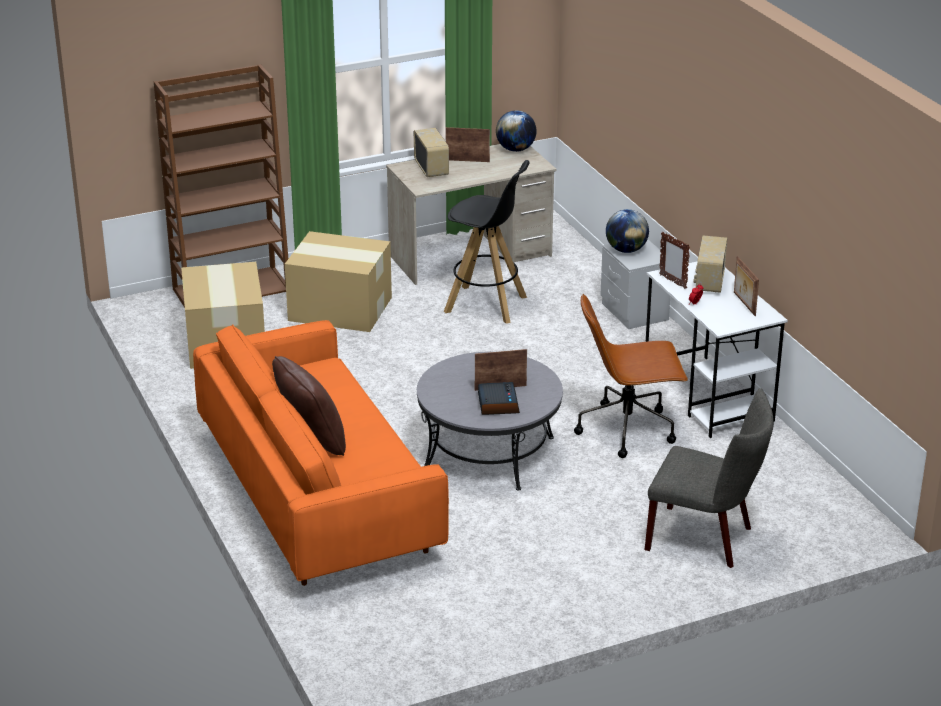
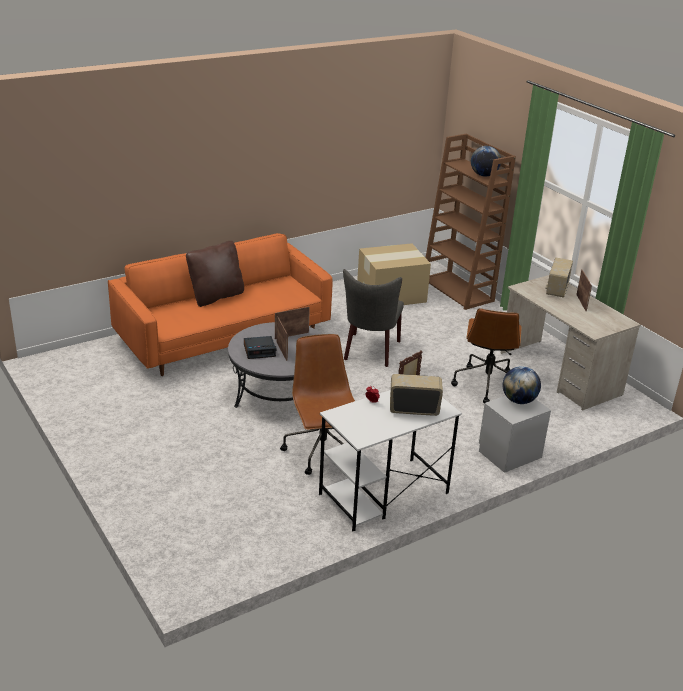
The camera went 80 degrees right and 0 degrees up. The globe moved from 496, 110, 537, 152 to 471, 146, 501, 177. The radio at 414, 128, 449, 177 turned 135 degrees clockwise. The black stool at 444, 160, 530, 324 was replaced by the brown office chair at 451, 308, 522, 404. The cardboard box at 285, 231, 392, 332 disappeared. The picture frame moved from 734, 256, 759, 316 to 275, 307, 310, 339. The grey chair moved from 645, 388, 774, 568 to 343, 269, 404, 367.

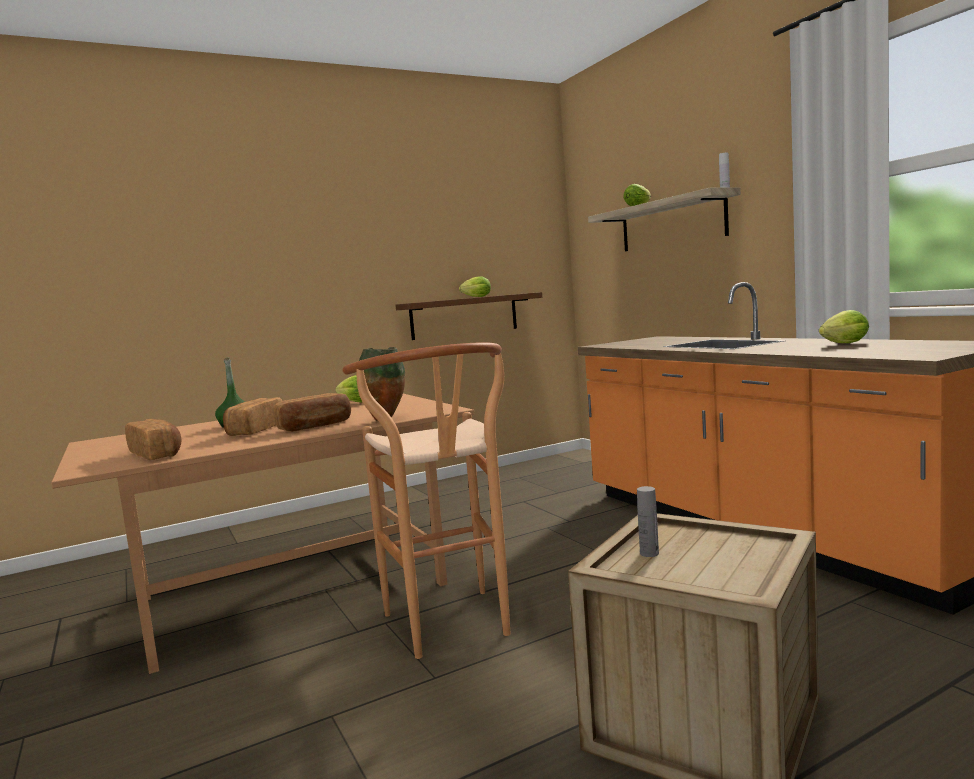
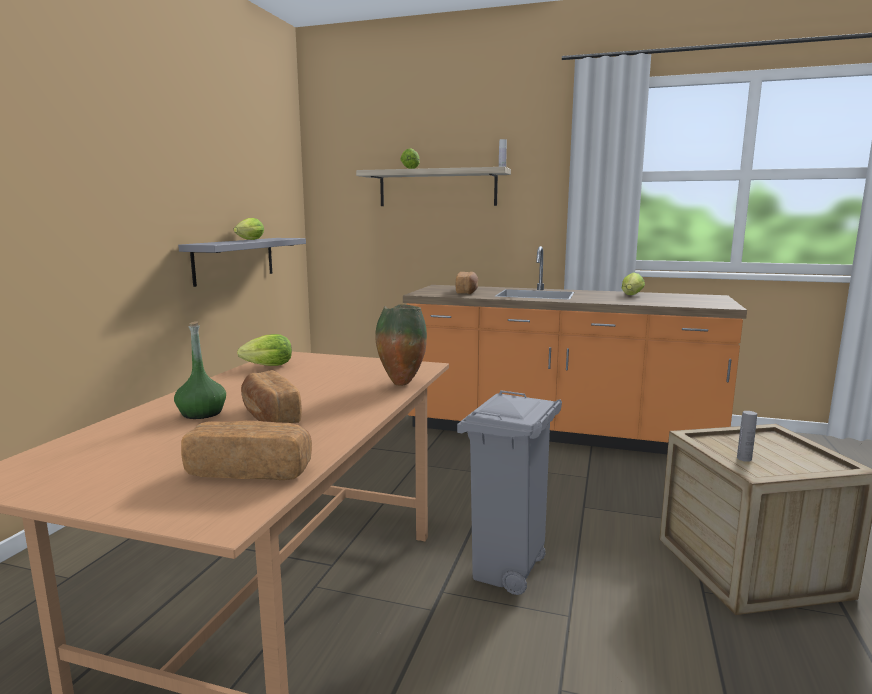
The camera went 45 degrees left and 5 degrees up. The brown shelf at 395, 292, 542, 340 became the grey shelf at 178, 238, 306, 287. The brown stool at 343, 342, 510, 659 was replaced by the grey trash can at 457, 390, 562, 595. The bread moved from 274, 393, 351, 432 to 455, 272, 478, 294.

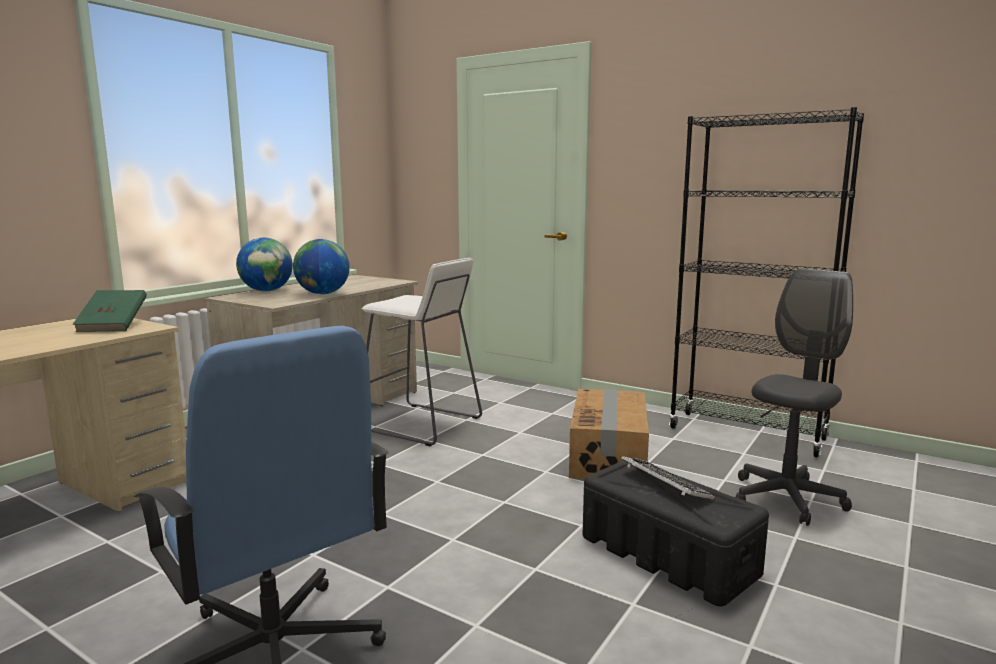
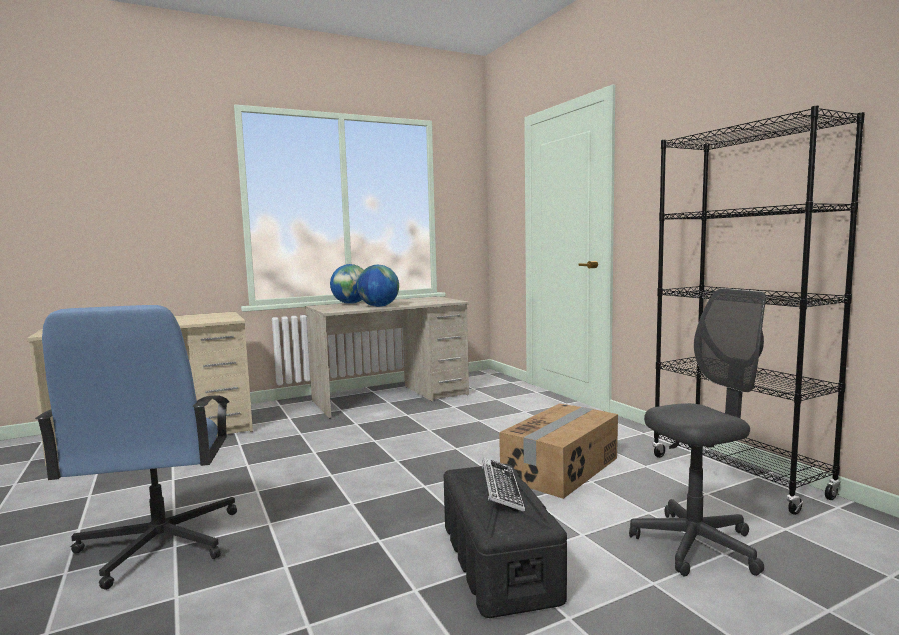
The camera went 30 degrees right and 5 degrees down. The white stool at 362, 258, 482, 446 disappeared. The green book at 73, 290, 147, 332 disappeared.

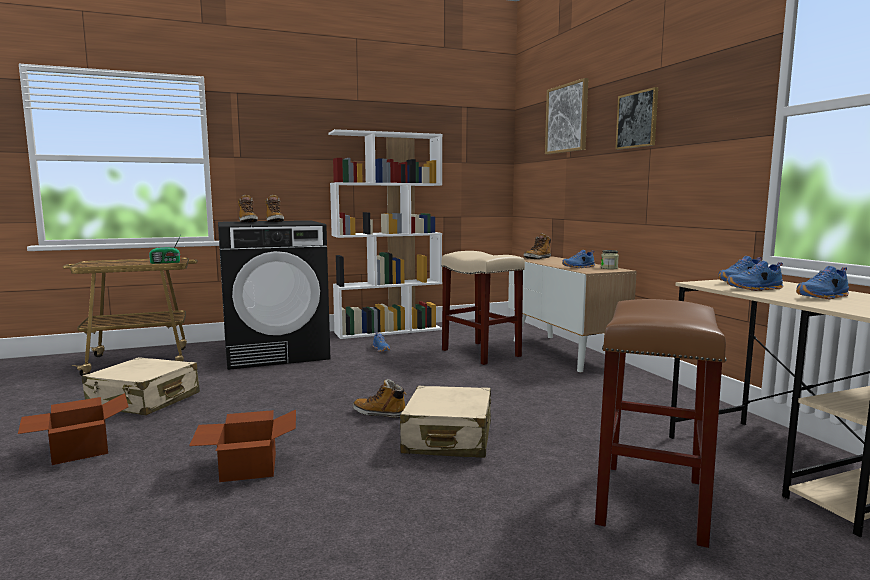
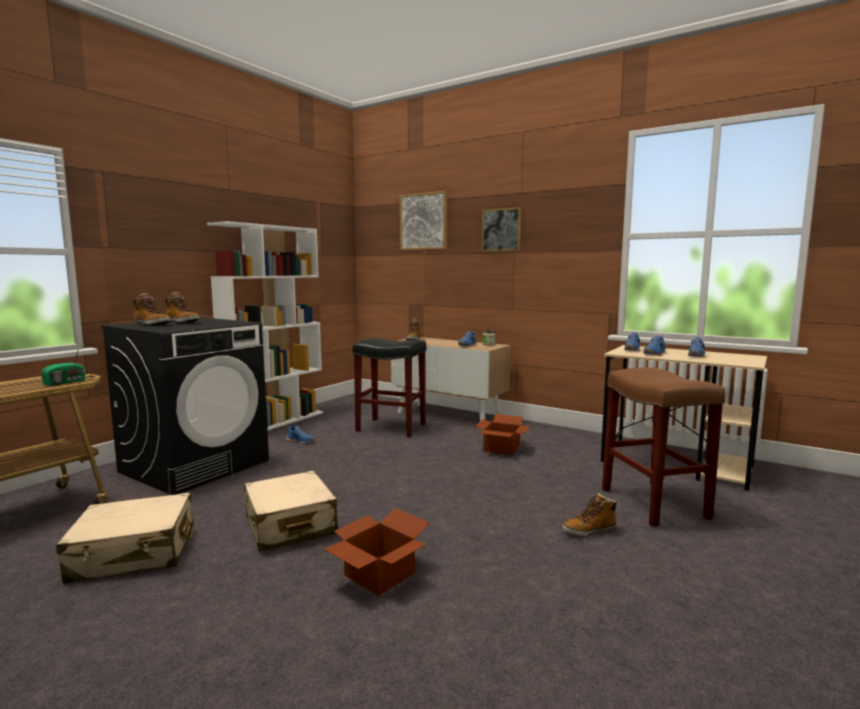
The camera went 35 degrees left and 0 degrees up. The beige stool at 442, 251, 525, 365 became the black stool at 353, 338, 426, 437. The boot moved from 353, 379, 406, 418 to 562, 493, 617, 536. The beige suitcase moved from 400, 386, 491, 458 to 244, 471, 338, 552. The cardboard box moved from 18, 393, 128, 465 to 475, 414, 530, 455.

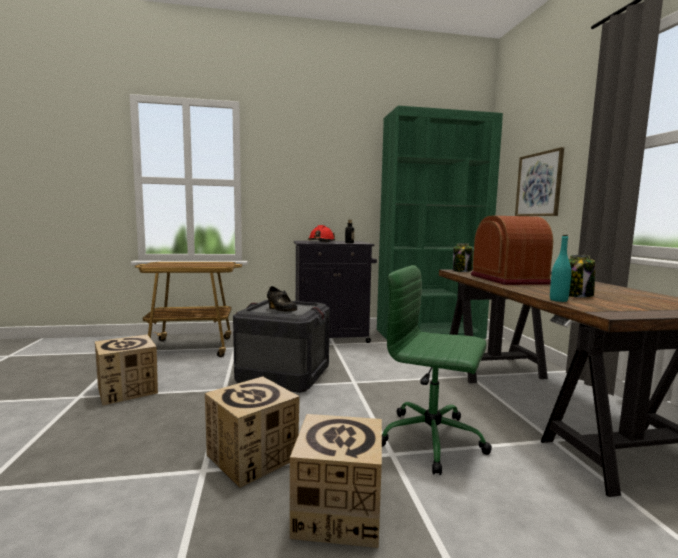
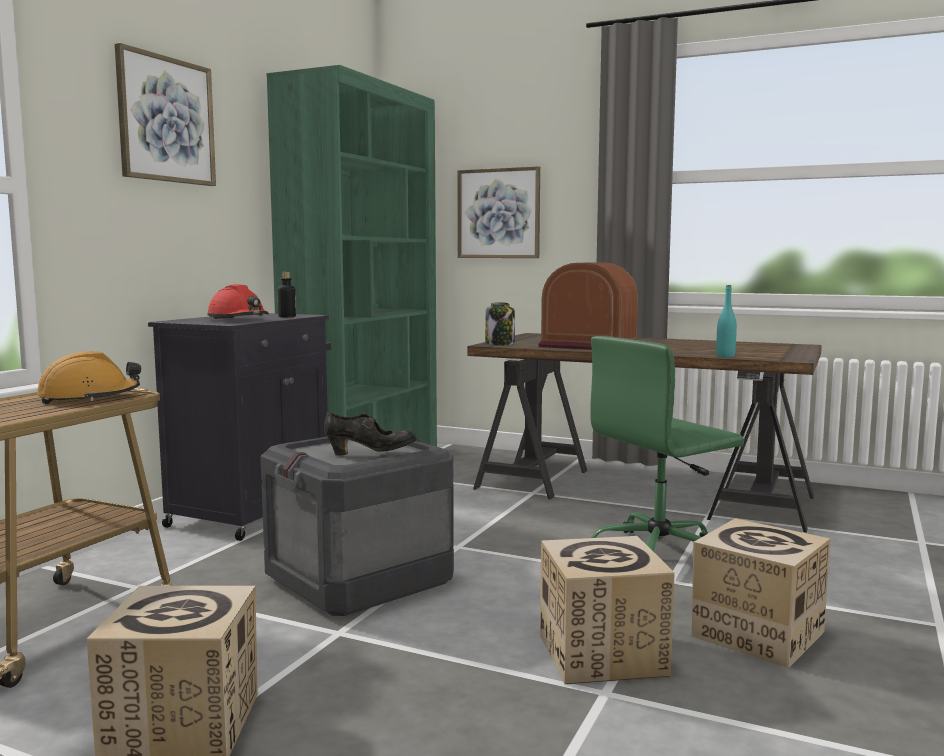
The camera went 55 degrees left and 0 degrees up. The jar at 569, 255, 595, 298 disappeared. The picture at 115, 43, 216, 186 appeared. The orange hard hat at 37, 351, 141, 404 appeared.

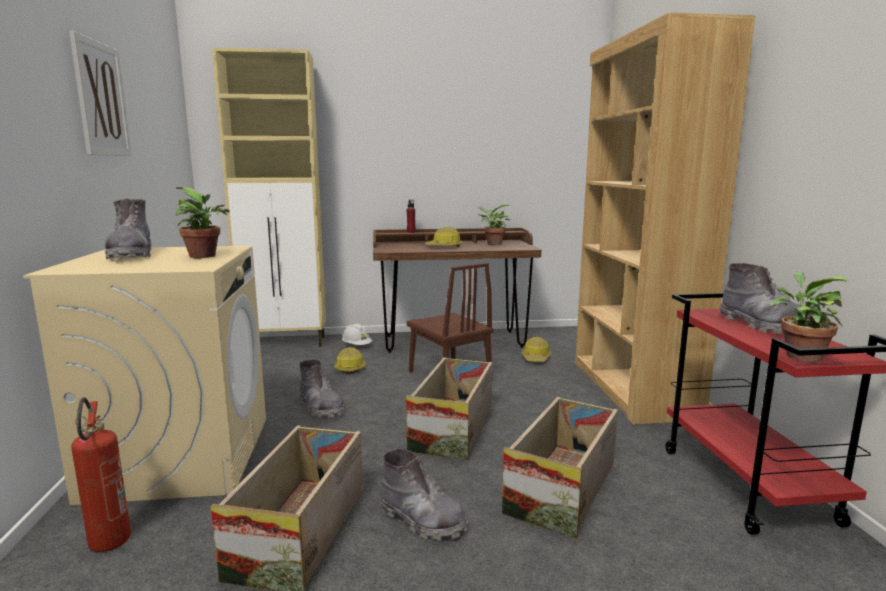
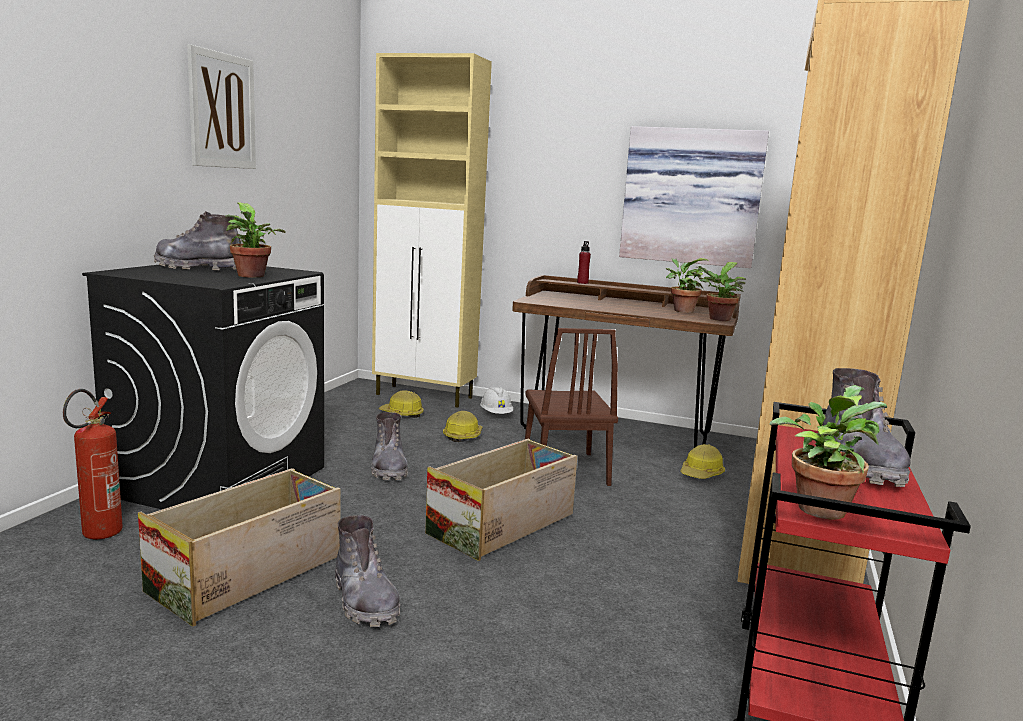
The camera went 25 degrees right and 0 degrees up. The grey boot at 104, 198, 151, 259 turned 90 degrees clockwise. The hard hat moved from 425, 227, 462, 247 to 379, 390, 424, 418. The beige washing machine at 23, 246, 266, 505 became the black washing machine at 82, 264, 324, 509. The crate at 502, 397, 618, 539 disappeared. The picture at 619, 126, 769, 268 appeared. The potted plant at 695, 262, 746, 321 appeared.

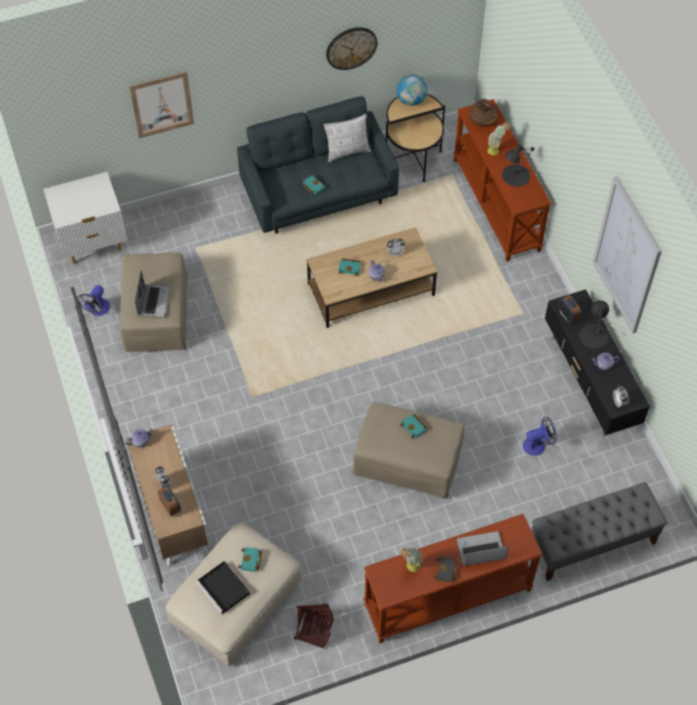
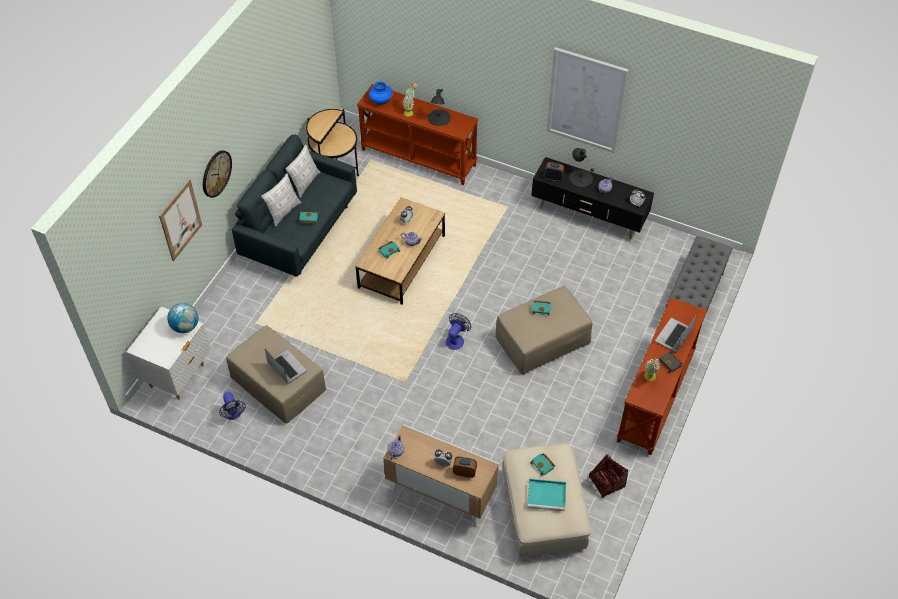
The camera went 45 degrees left and 5 degrees down. The wall clock moved from 326, 27, 377, 70 to 203, 150, 232, 198. The globe moved from 396, 74, 427, 106 to 167, 303, 198, 333. The brown vase at 469, 99, 498, 126 became the blue vase at 369, 81, 393, 105. The fan moved from 523, 416, 557, 456 to 446, 313, 471, 350. The black tray at 196, 561, 250, 614 became the turquoise tray at 527, 479, 566, 511. The pillow at 261, 173, 301, 227 appeared.

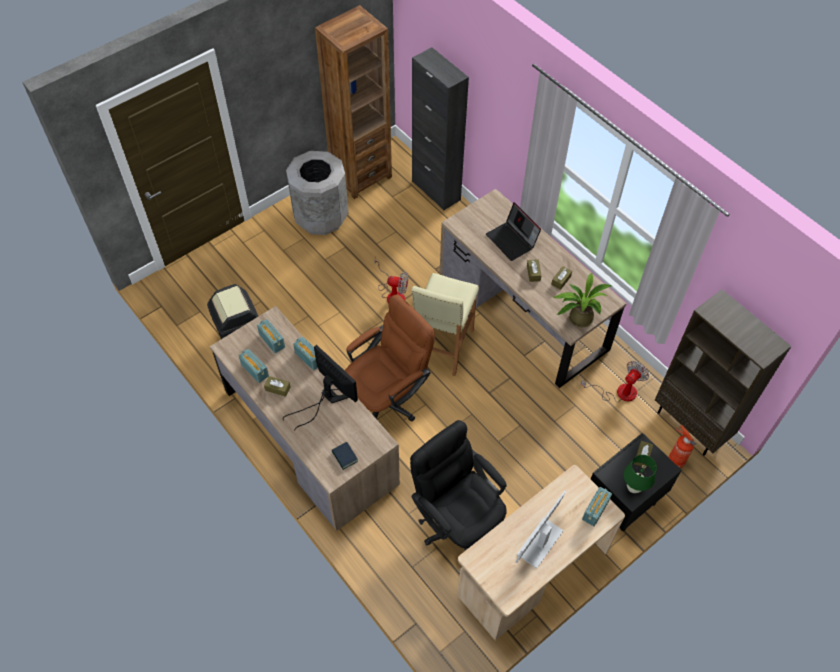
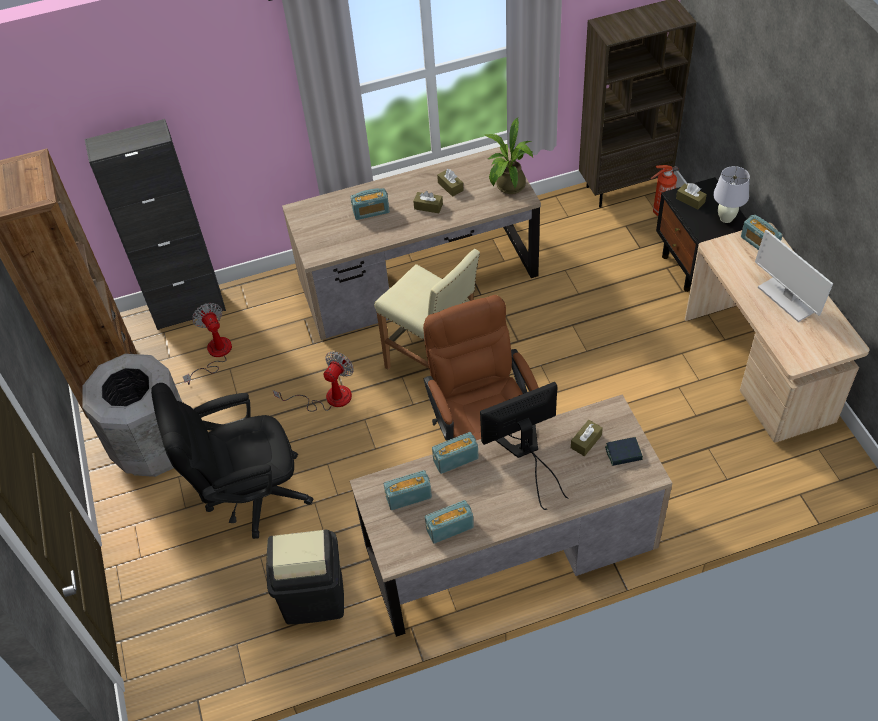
The camera went 65 degrees left and 5 degrees down. The laptop at 486, 202, 541, 261 was replaced by the radio at 351, 188, 390, 220. The fan moved from 581, 361, 649, 403 to 183, 303, 232, 385. The brown tissue box moved from 264, 376, 290, 397 to 571, 420, 603, 456. The black office chair moved from 410, 420, 507, 551 to 151, 383, 314, 539. The green table lamp at 623, 455, 657, 493 became the white table lamp at 713, 166, 750, 223.

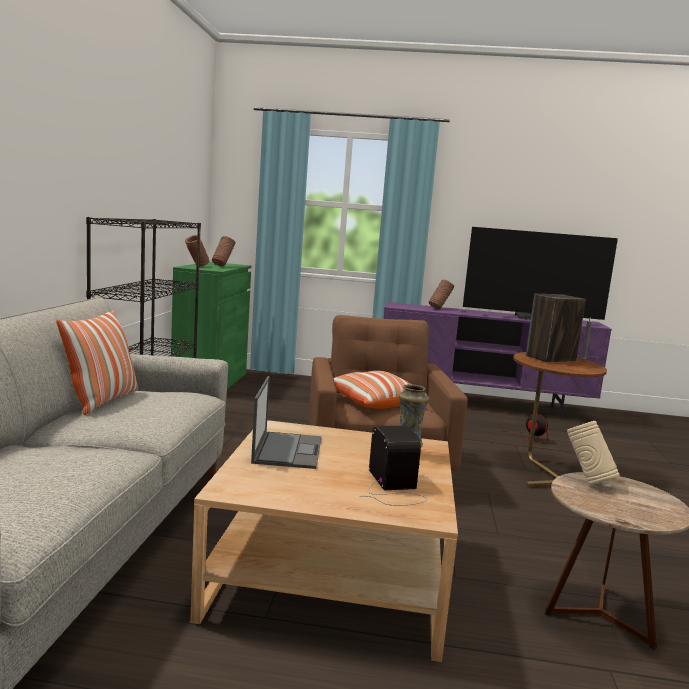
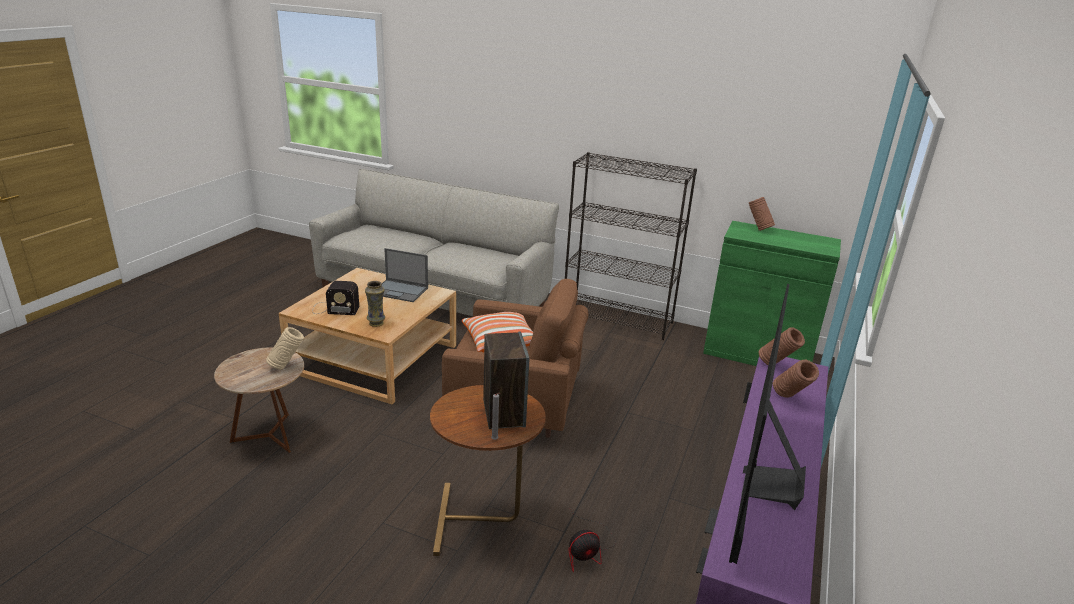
The camera went 105 degrees right and 15 degrees up. The brown vase moved from 212, 236, 235, 266 to 759, 327, 805, 365. The pillow at 56, 310, 138, 415 disappeared.

